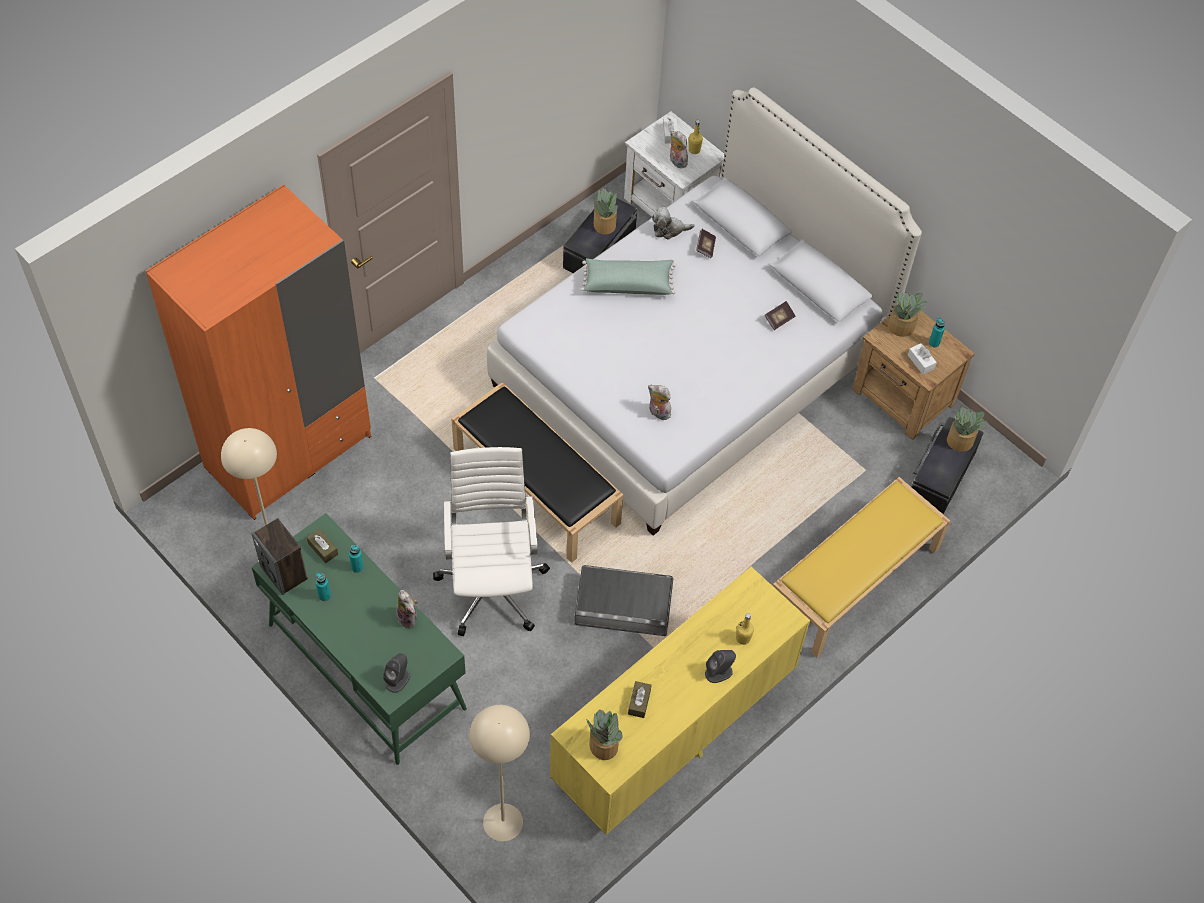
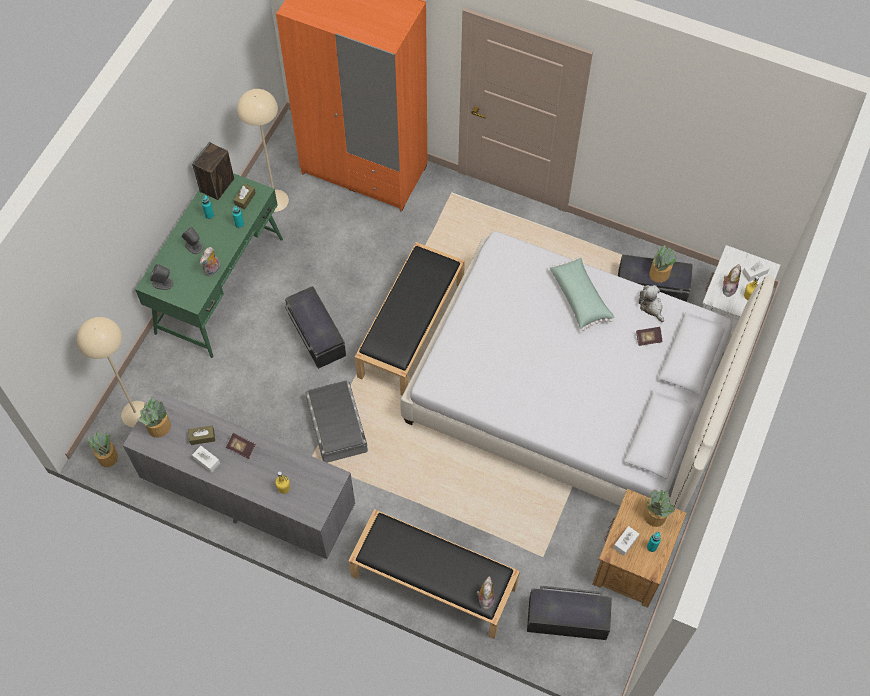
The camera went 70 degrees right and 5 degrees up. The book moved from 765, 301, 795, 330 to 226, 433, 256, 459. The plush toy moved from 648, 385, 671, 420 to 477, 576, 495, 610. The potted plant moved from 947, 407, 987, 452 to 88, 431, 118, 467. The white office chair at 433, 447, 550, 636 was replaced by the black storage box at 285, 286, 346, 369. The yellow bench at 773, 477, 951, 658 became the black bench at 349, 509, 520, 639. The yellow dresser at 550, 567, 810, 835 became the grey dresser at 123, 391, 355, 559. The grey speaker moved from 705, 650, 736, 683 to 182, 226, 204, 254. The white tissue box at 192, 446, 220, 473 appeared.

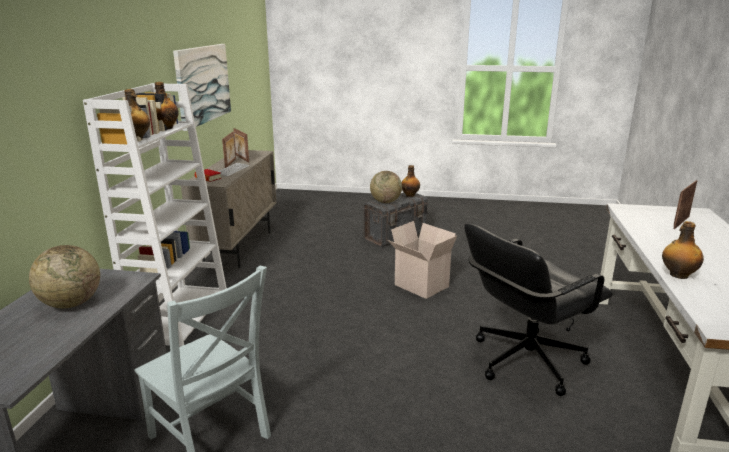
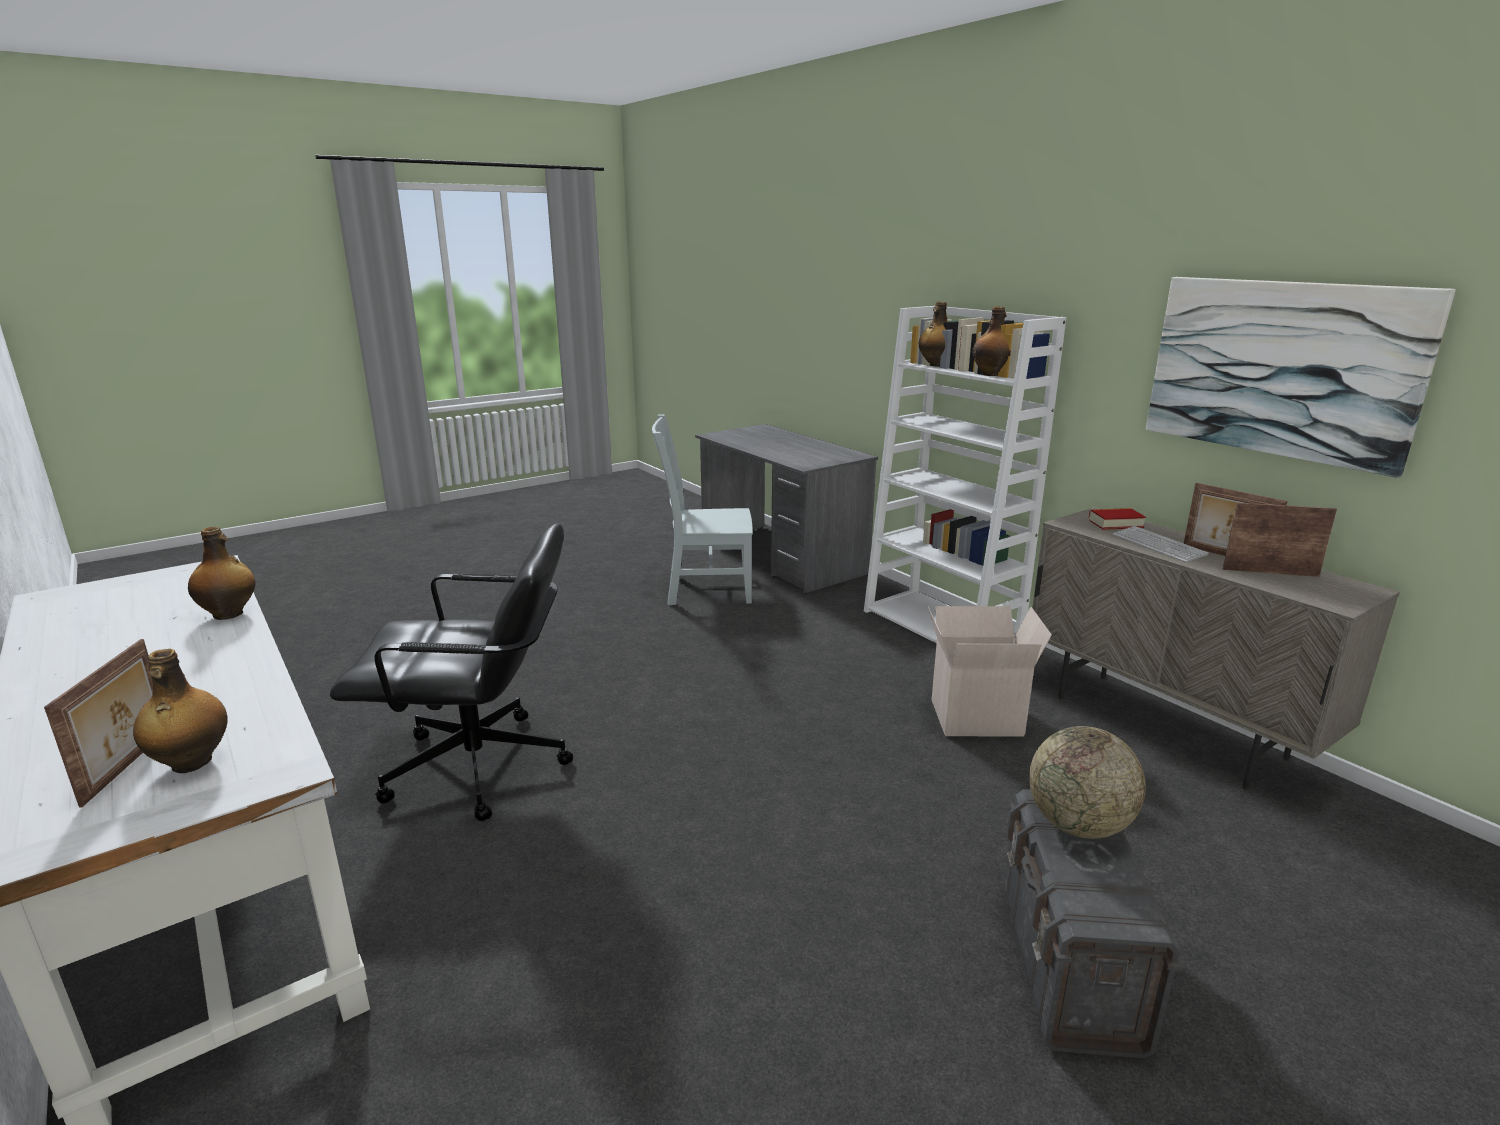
The camera went 135 degrees right and 0 degrees up. The bottle moved from 402, 165, 420, 197 to 133, 649, 227, 773. The cardboard box moved from 388, 221, 458, 299 to 928, 606, 1052, 737. The black office chair at 464, 224, 613, 396 turned 75 degrees clockwise. The globe at 29, 245, 100, 308 disappeared.

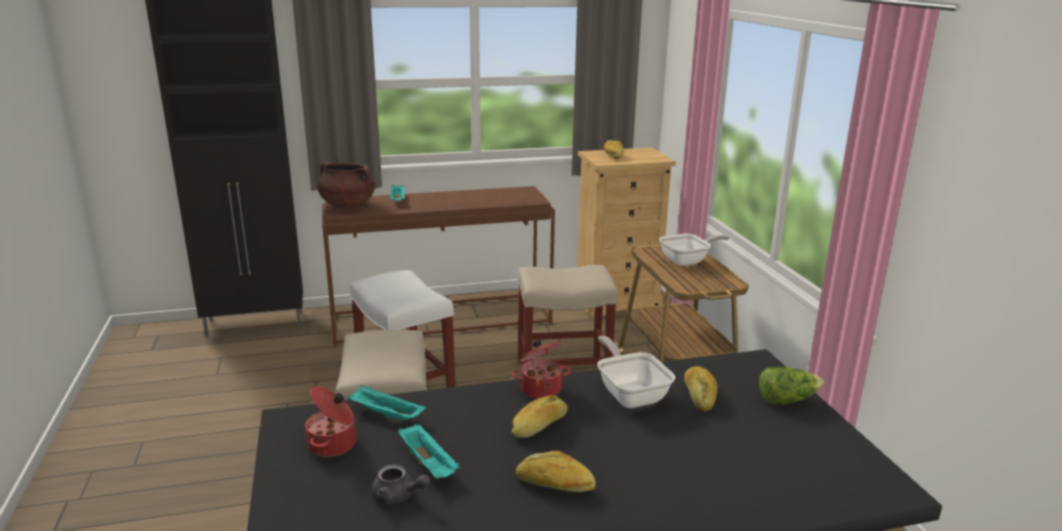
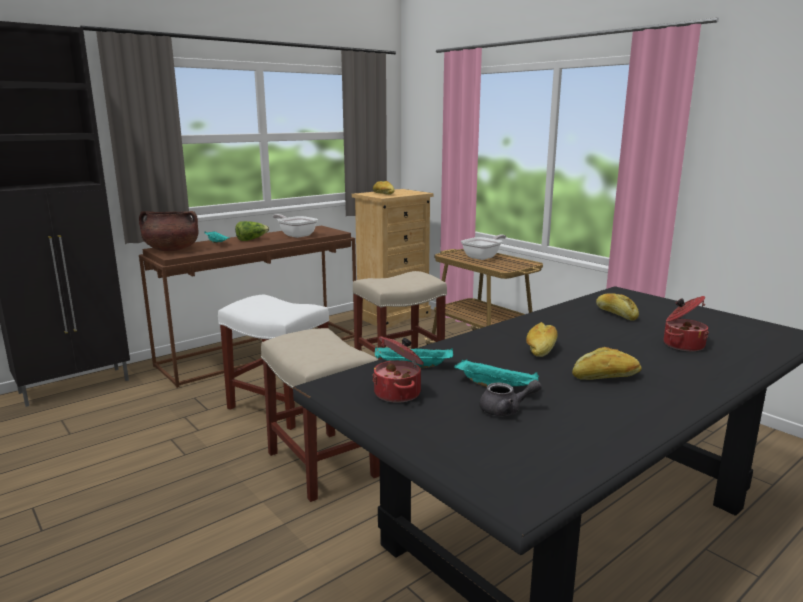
The camera went 25 degrees left and 5 degrees down. The frying pan moved from 597, 336, 675, 408 to 273, 214, 318, 238. The cooking pot moved from 512, 340, 571, 399 to 664, 296, 709, 351. The lettuce moved from 759, 367, 824, 405 to 235, 221, 269, 241.

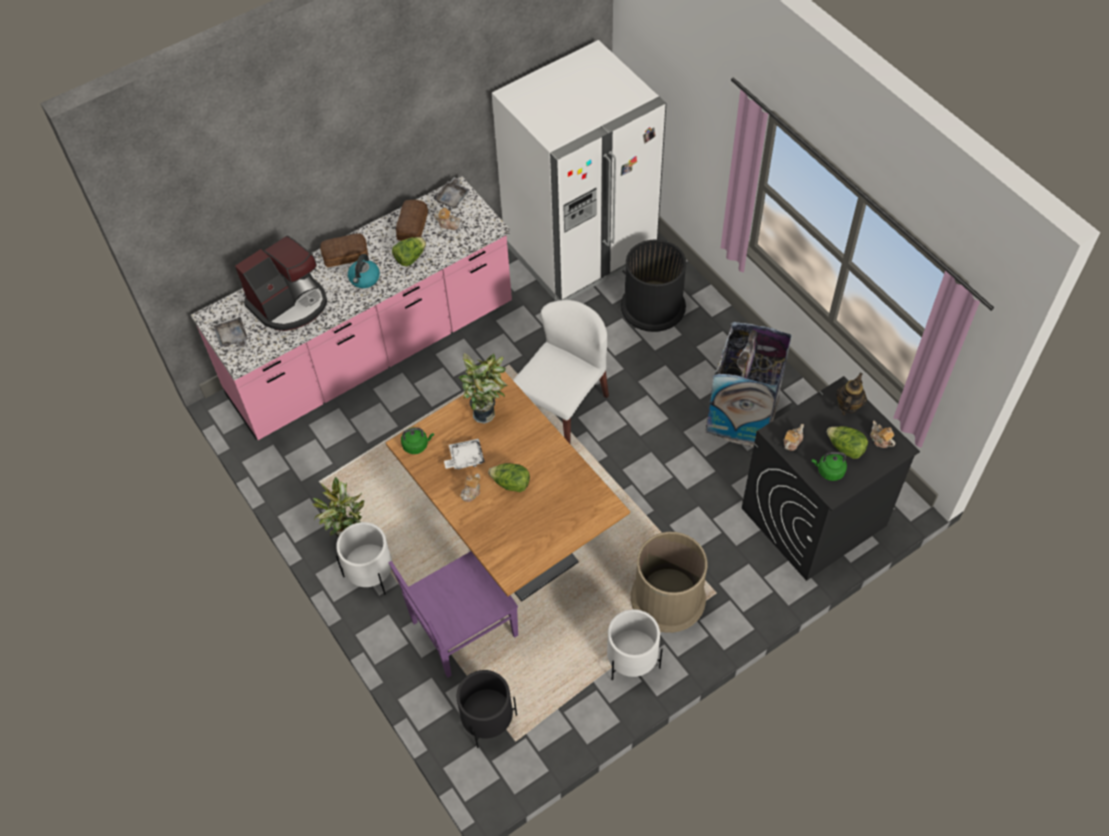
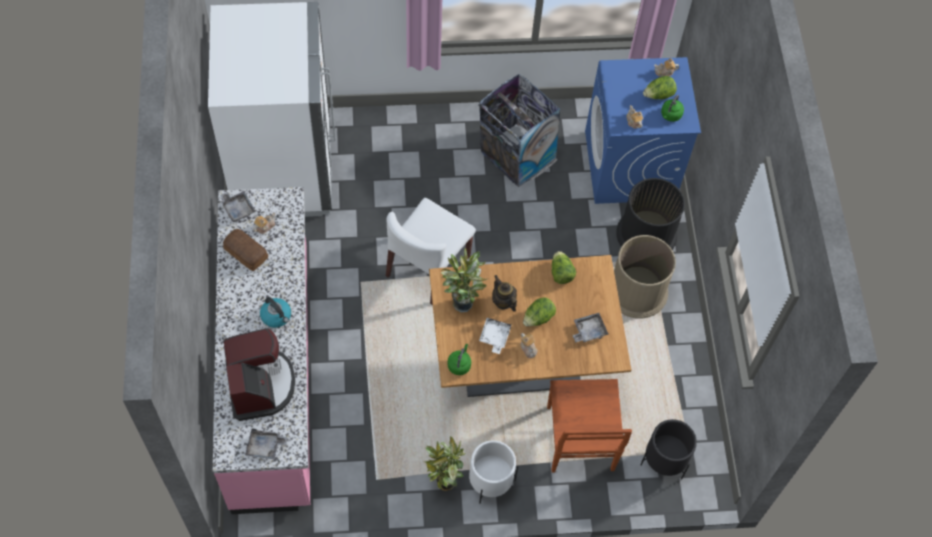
The camera went 65 degrees left and 5 degrees up. The bread at 320, 233, 368, 268 disappeared. The lettuce moved from 392, 237, 426, 266 to 552, 251, 576, 284. The black trash can moved from 621, 239, 686, 332 to 616, 178, 685, 250. The white chair at 513, 300, 609, 443 turned 120 degrees counterclockwise. The teapot moved from 836, 373, 867, 415 to 492, 275, 517, 312. The black washing machine at 742, 376, 920, 581 became the blue washing machine at 585, 57, 701, 204. The purple chair at 389, 551, 518, 678 became the brown chair at 547, 379, 632, 473. The white planter at 607, 609, 663, 681 disappeared. The grey tray at 573, 313, 608, 342 appeared.

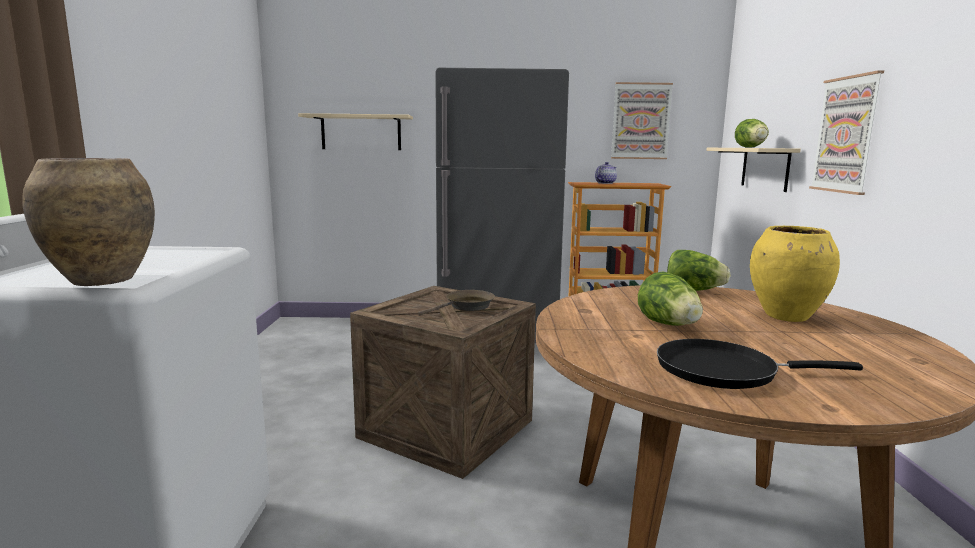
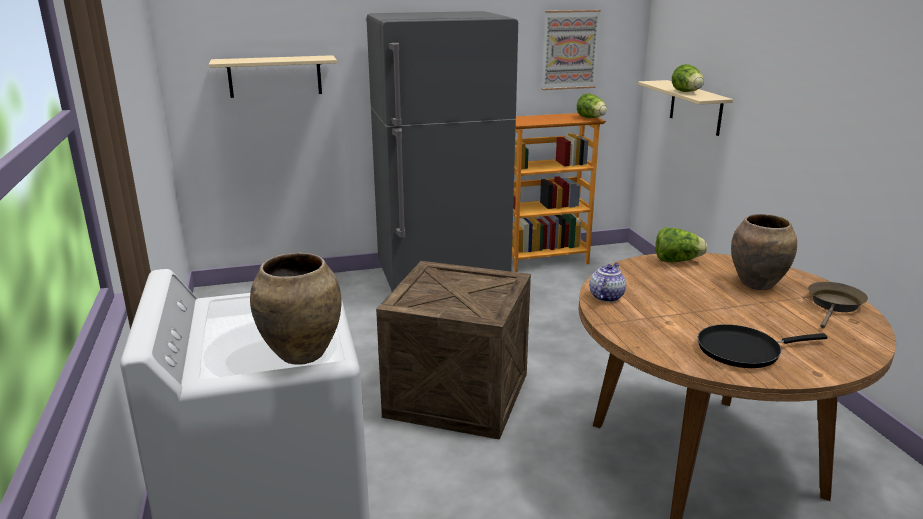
The camera went 15 degrees left and 10 degrees up. The picture at 809, 70, 884, 195 disappeared. The teapot moved from 595, 162, 617, 184 to 589, 263, 626, 302. The yellow vase at 750, 226, 840, 322 became the brown vase at 731, 214, 797, 290. The lettuce moved from 638, 271, 703, 326 to 577, 93, 607, 118. The brown frying pan moved from 418, 290, 495, 316 to 808, 282, 868, 328.

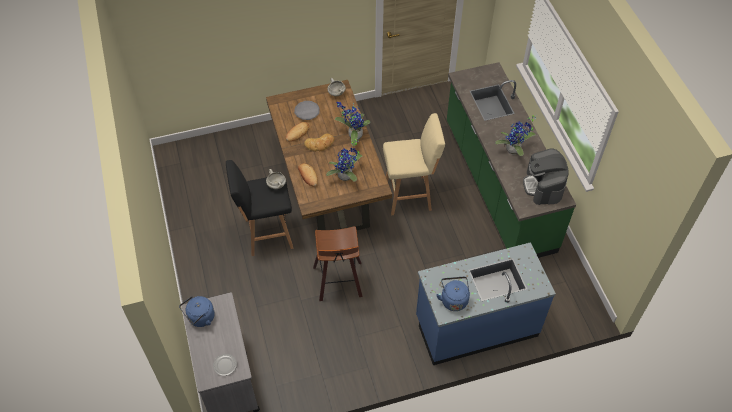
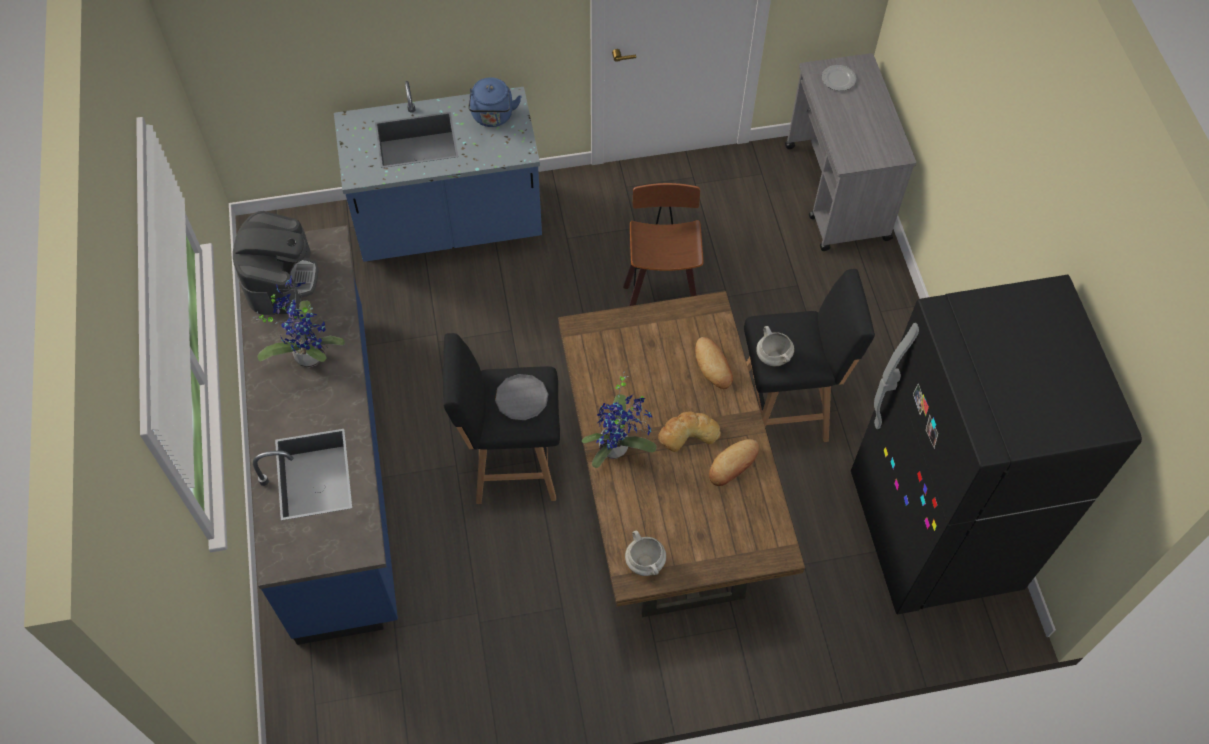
The camera went 175 degrees left and 5 degrees up. The green counter at 447, 62, 576, 258 became the blue counter at 240, 225, 398, 645. The grey plate moved from 294, 101, 320, 120 to 495, 374, 548, 420. The beige stool at 383, 113, 445, 215 became the black stool at 443, 333, 560, 504. The potted plant at 326, 139, 362, 182 disappeared. The blue kettle at 179, 296, 215, 327 disappeared. The black fridge at 851, 275, 1142, 614 appeared.

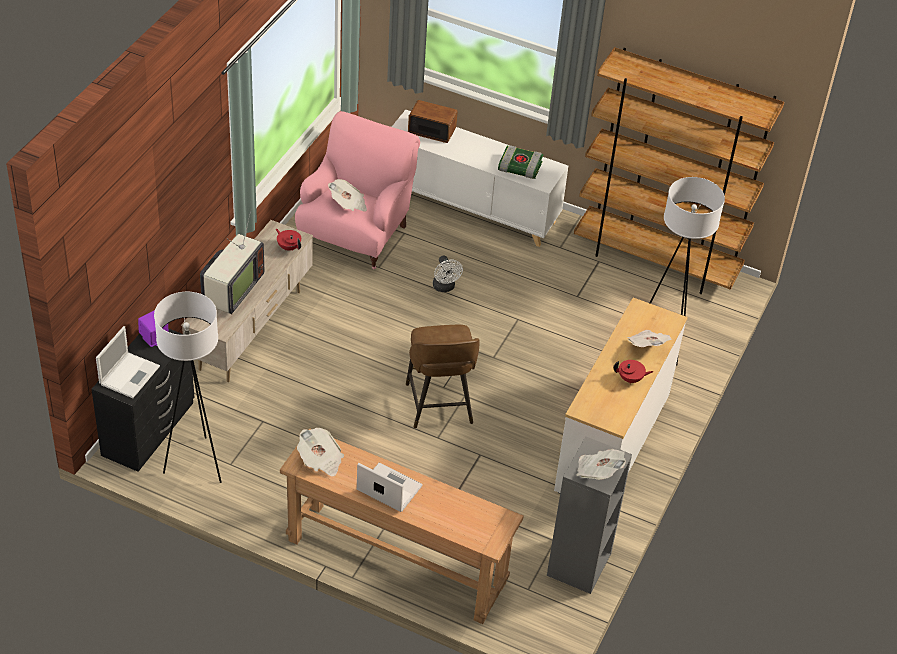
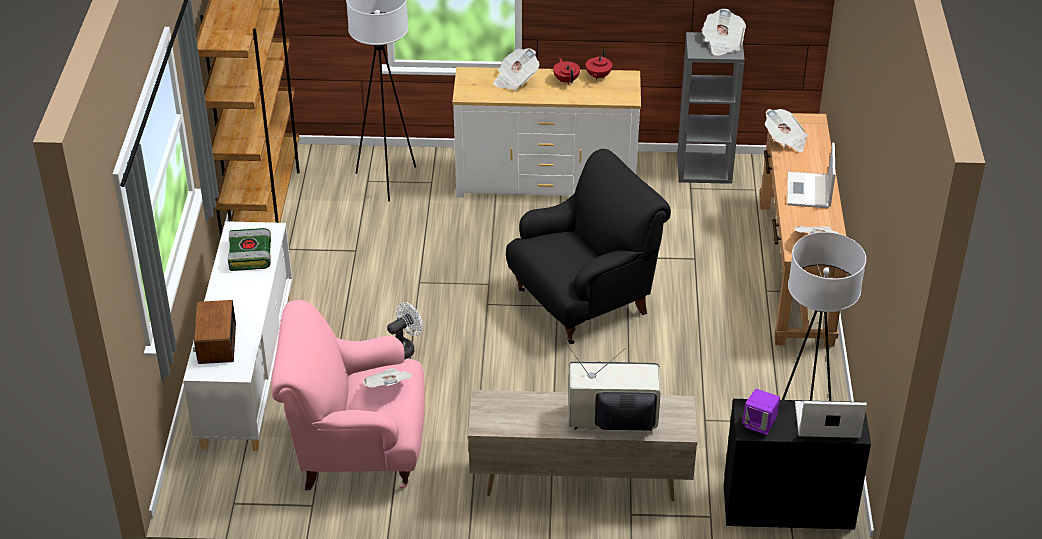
The camera went 110 degrees left and 5 degrees down. The red teapot moved from 276, 229, 301, 250 to 585, 49, 612, 80. The brown stool at 406, 324, 480, 428 was replaced by the black armchair at 506, 149, 671, 344. The newspaper at 765, 109, 808, 152 appeared.

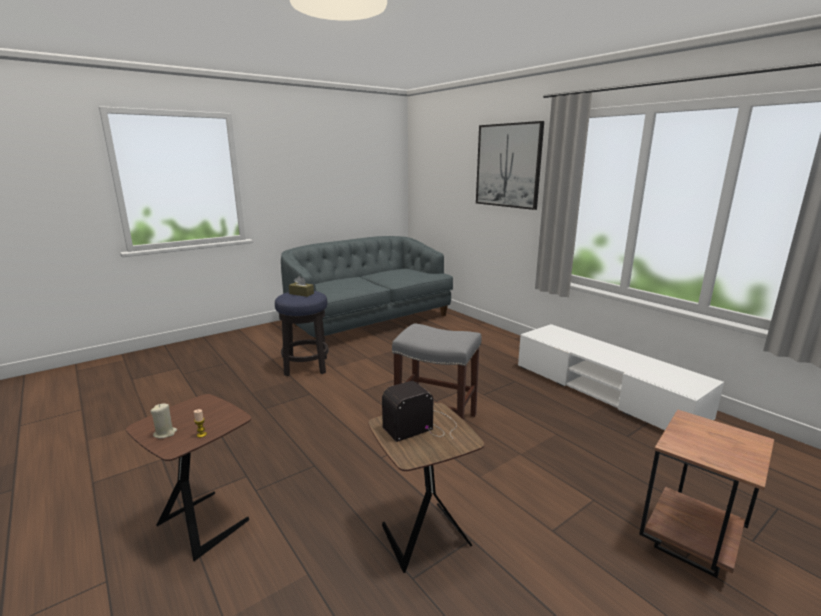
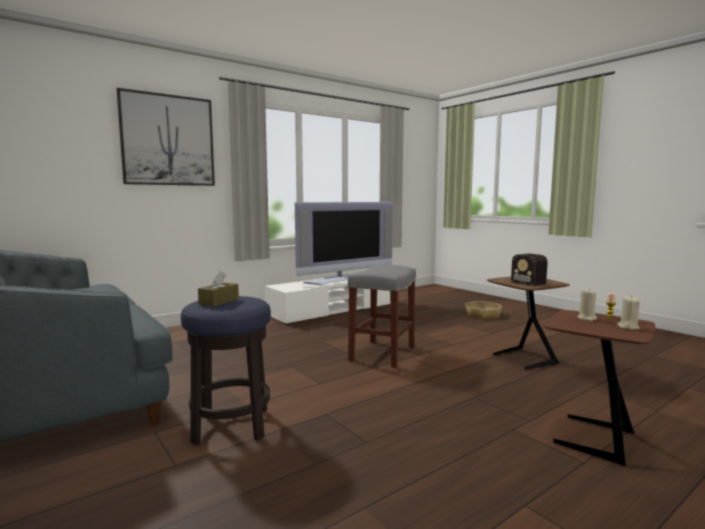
The camera went 90 degrees left and 10 degrees down. The brown side table at 639, 410, 774, 578 was replaced by the basket at 465, 301, 502, 319. The television at 295, 202, 393, 285 appeared. The beige candle at 577, 289, 597, 321 appeared.

